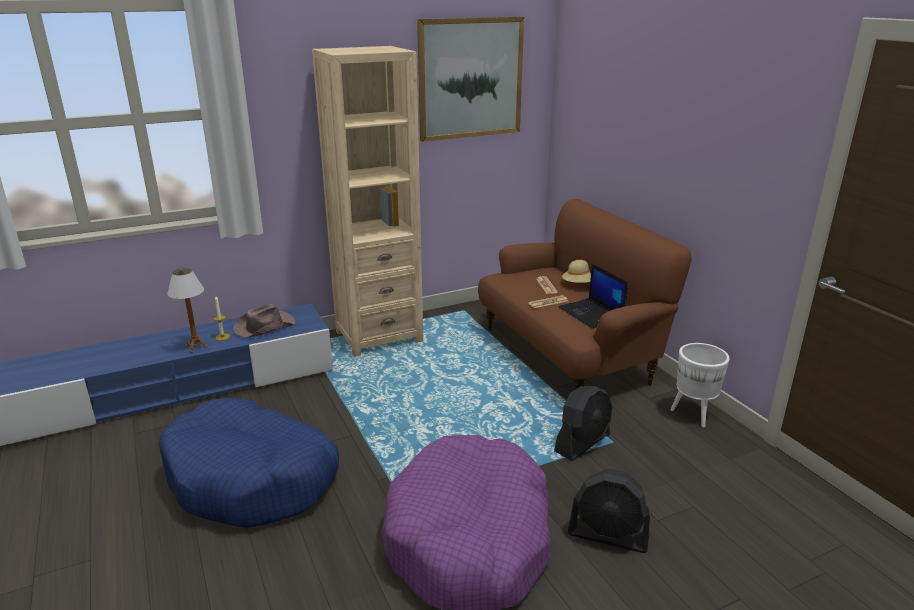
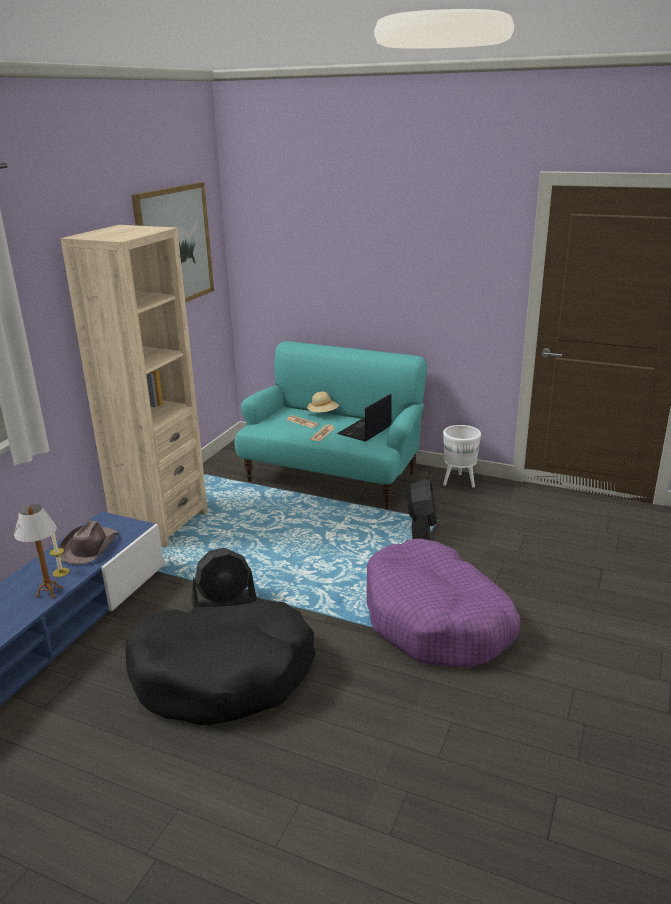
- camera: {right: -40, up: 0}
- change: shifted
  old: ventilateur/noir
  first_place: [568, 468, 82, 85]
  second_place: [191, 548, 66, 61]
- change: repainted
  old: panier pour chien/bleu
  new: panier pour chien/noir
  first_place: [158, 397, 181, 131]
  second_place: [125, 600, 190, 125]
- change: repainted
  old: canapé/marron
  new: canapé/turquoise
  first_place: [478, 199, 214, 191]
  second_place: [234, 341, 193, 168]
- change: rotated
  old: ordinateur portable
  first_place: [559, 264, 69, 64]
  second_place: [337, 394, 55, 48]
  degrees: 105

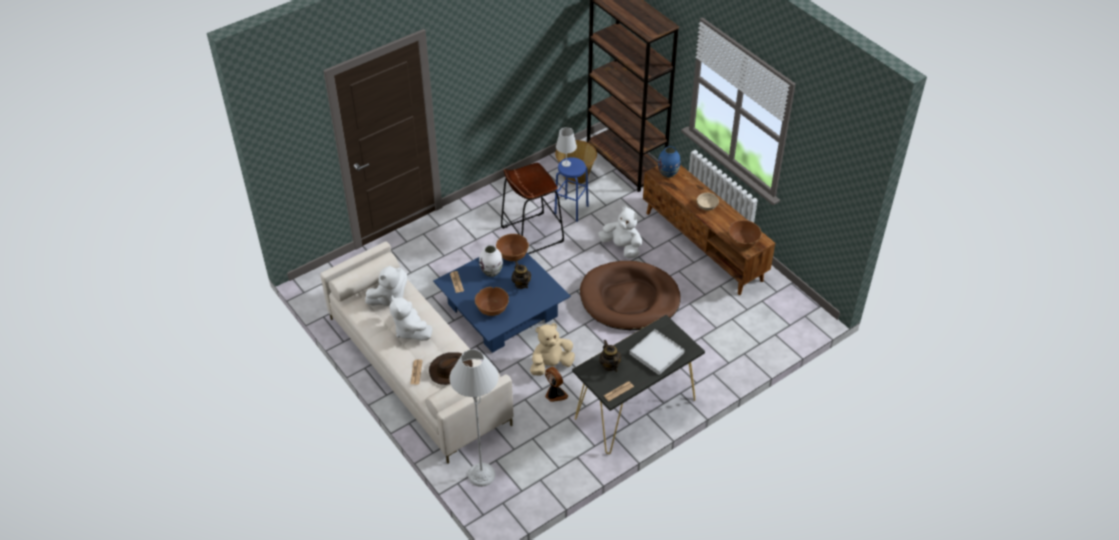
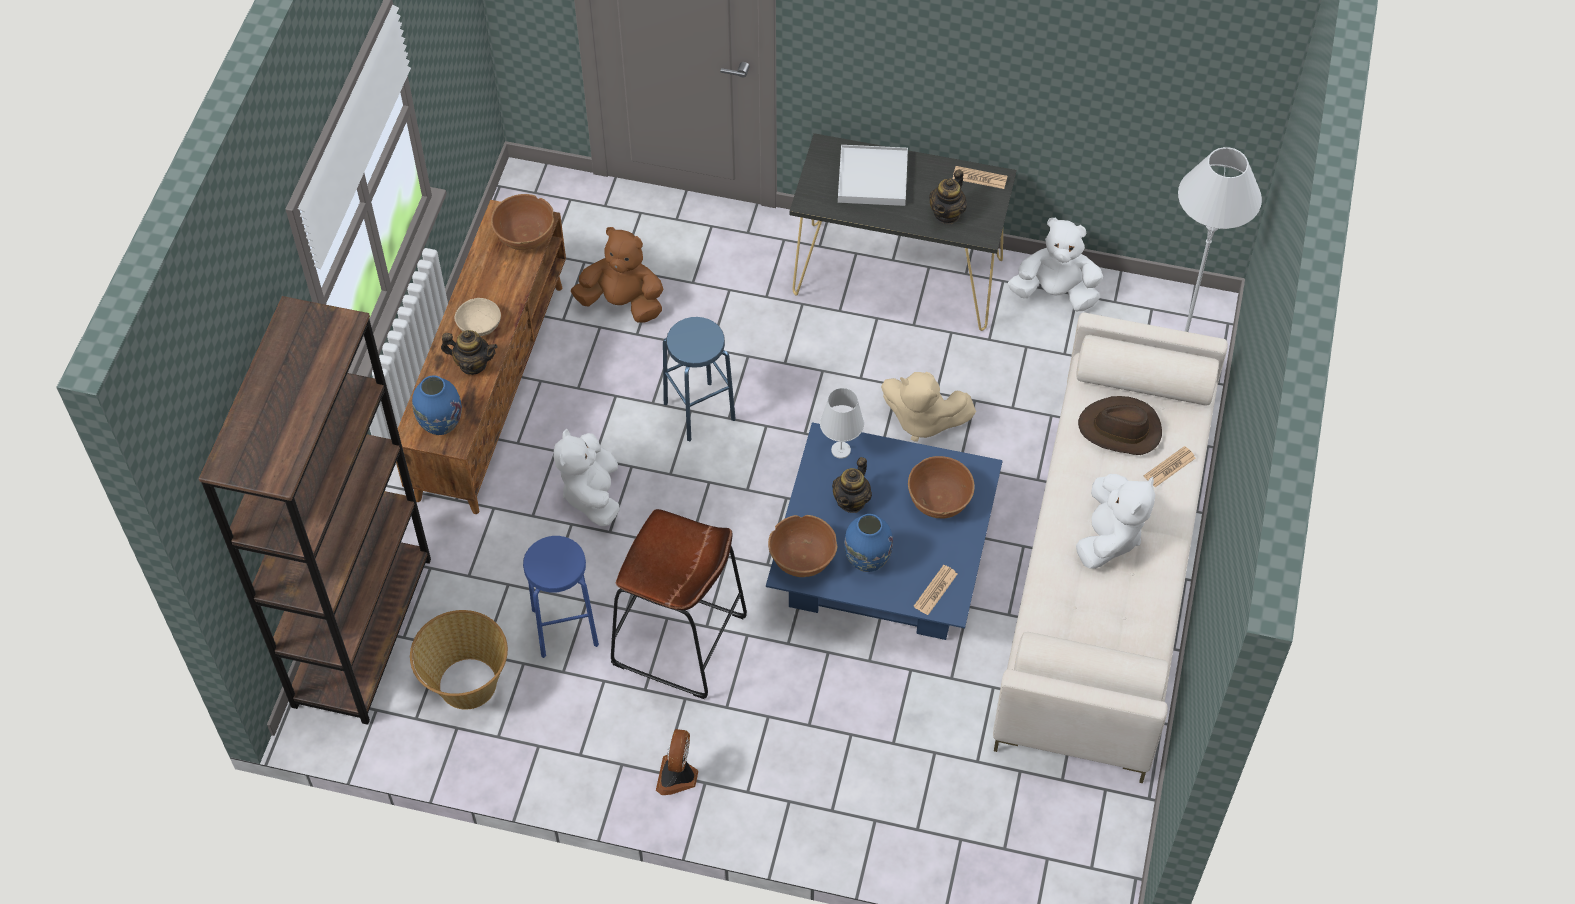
- camera: {right: -130, up: 10}
- change: new
  new: théière
  second_place: [441, 330, 57, 45]
- change: new
  new: peluche/marron
  second_place: [571, 227, 92, 95]
- change: shifted
  old: peluche/blanc
  first_place: [365, 266, 42, 40]
  second_place: [1008, 218, 95, 93]
- change: shifted
  old: ventilateur
  first_place: [545, 367, 24, 35]
  second_place: [656, 729, 42, 66]
- change: shifted
  old: lampe de table/blanc
  first_place: [556, 127, 21, 40]
  second_place: [820, 388, 44, 71]
- change: swapped
  old: panier pour chien/marron
  new: tabouret/bleu
  first_place: [580, 261, 101, 69]
  second_place: [663, 317, 73, 124]
- change: repainted
  old: vase/blanc
  new: vase/bleu
  first_place: [479, 245, 24, 32]
  second_place: [844, 514, 49, 58]

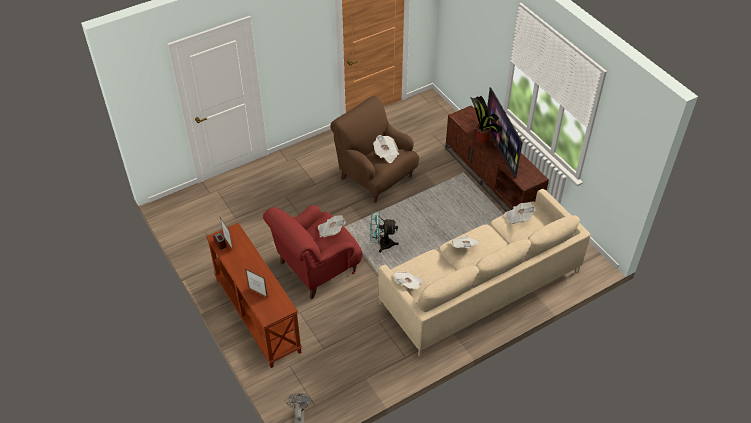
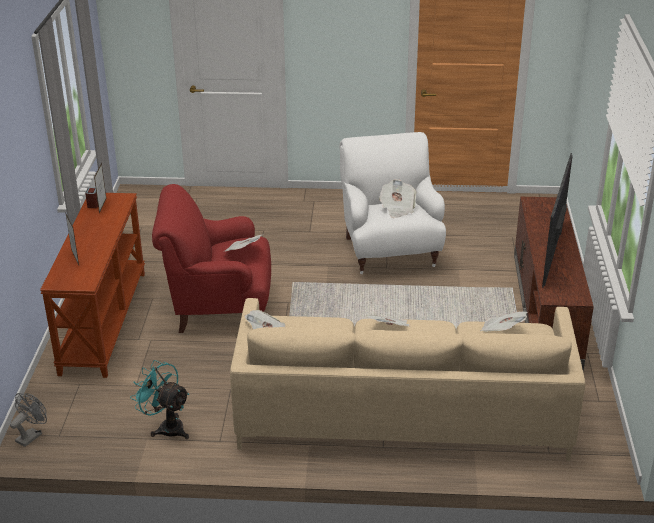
- camera: {right: 35, up: -15}
- change: gone
  old: plante en pot
  first_place: [470, 96, 32, 47]
- change: shifted
  old: ventilateur/turquoise
  first_place: [370, 212, 29, 41]
  second_place: [130, 360, 59, 79]
- change: repainted
  old: fauteuil/marron
  new: fauteuil/blanc
  first_place: [330, 96, 89, 107]
  second_place: [339, 132, 107, 142]

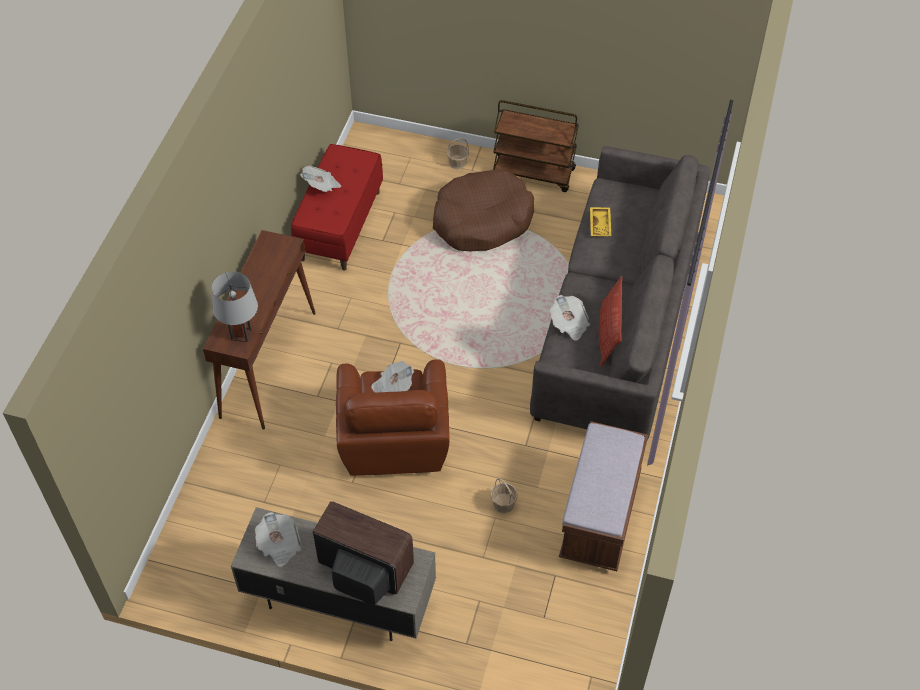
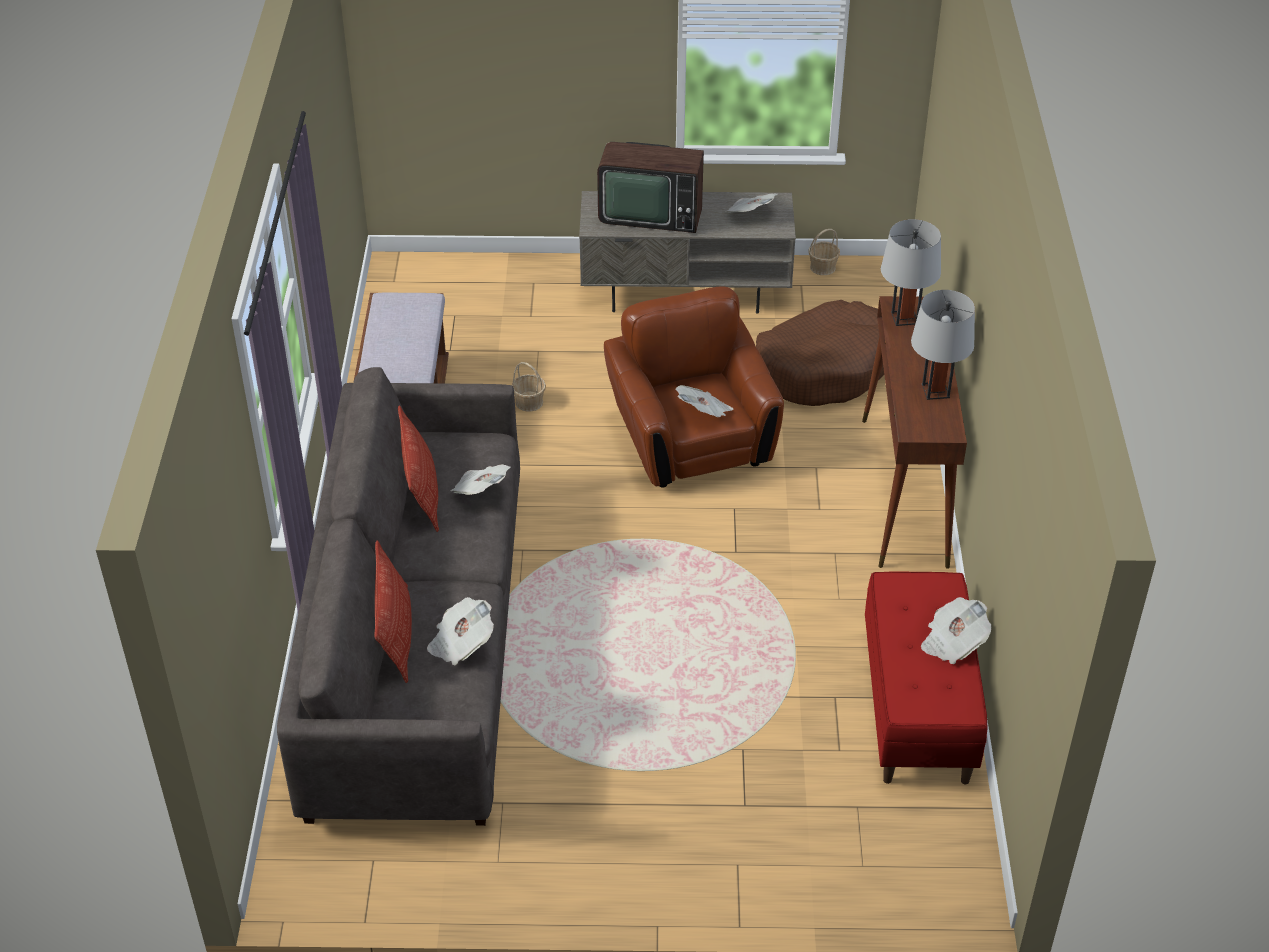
- camera: {right: 165, up: -10}
- change: gone
  old: chariot/marron
  first_place: [493, 100, 86, 92]
- change: new
  new: coussin
  second_place: [374, 541, 38, 142]
- change: new
  new: lampe de table/gris
  second_place: [911, 290, 64, 110]
- change: shifted
  old: panier pour chien/marron
  first_place: [433, 169, 101, 82]
  second_place: [756, 300, 128, 106]
- change: shifted
  old: panier
  first_place: [447, 138, 22, 31]
  second_place: [808, 229, 32, 46]
- change: swapped
  old: plateau/jaune
  new: journal
  first_place: [590, 207, 21, 29]
  second_place: [427, 597, 67, 68]

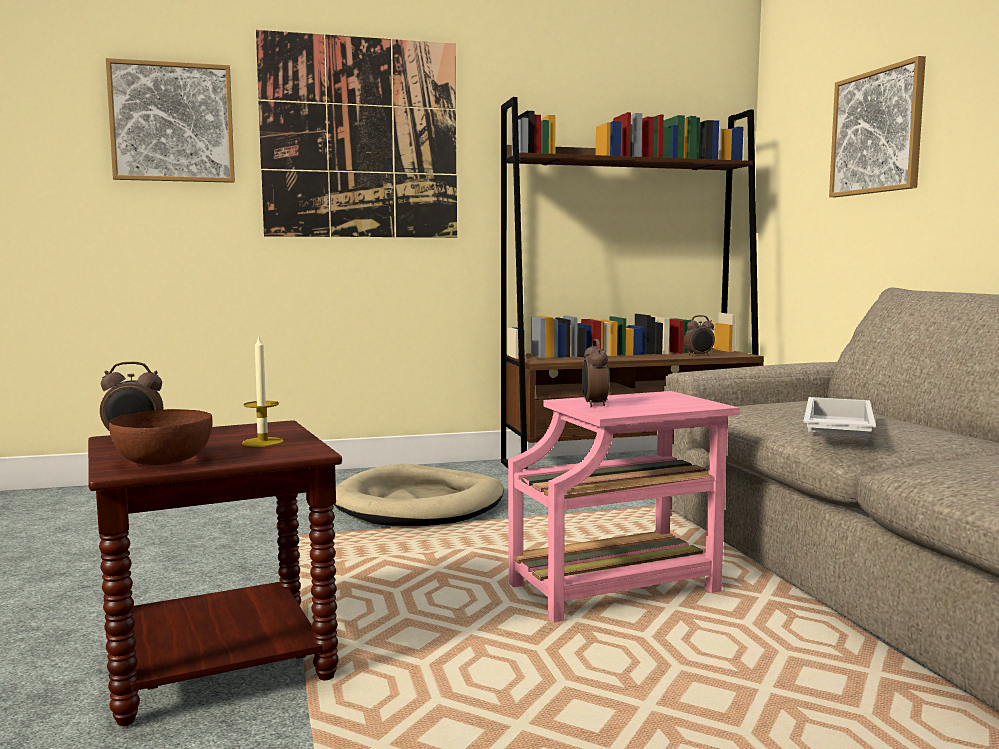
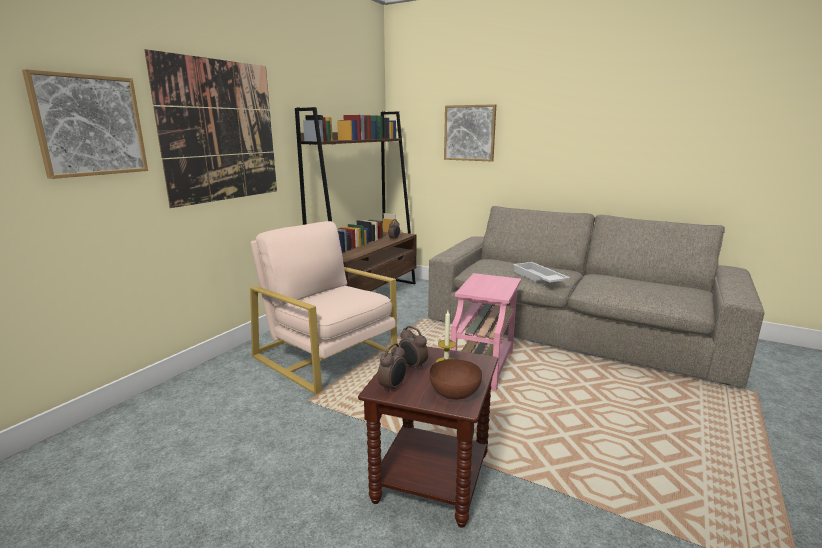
- camera: {right: -45, up: 10}
- change: shifted
  old: réveil
  first_place: [582, 339, 27, 68]
  second_place: [398, 326, 30, 46]
- change: swapped
  old: panier pour chien/beige
  new: fauteuil/beige
  first_place: [334, 464, 170, 62]
  second_place: [250, 221, 147, 174]

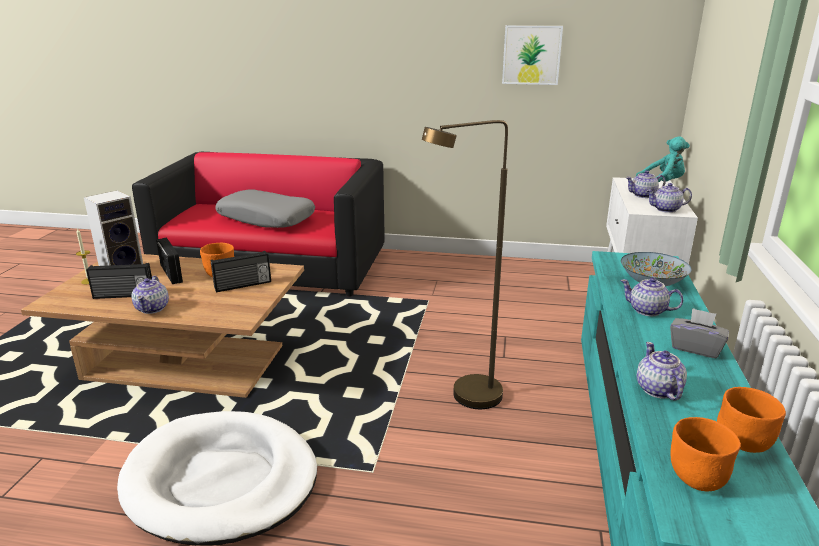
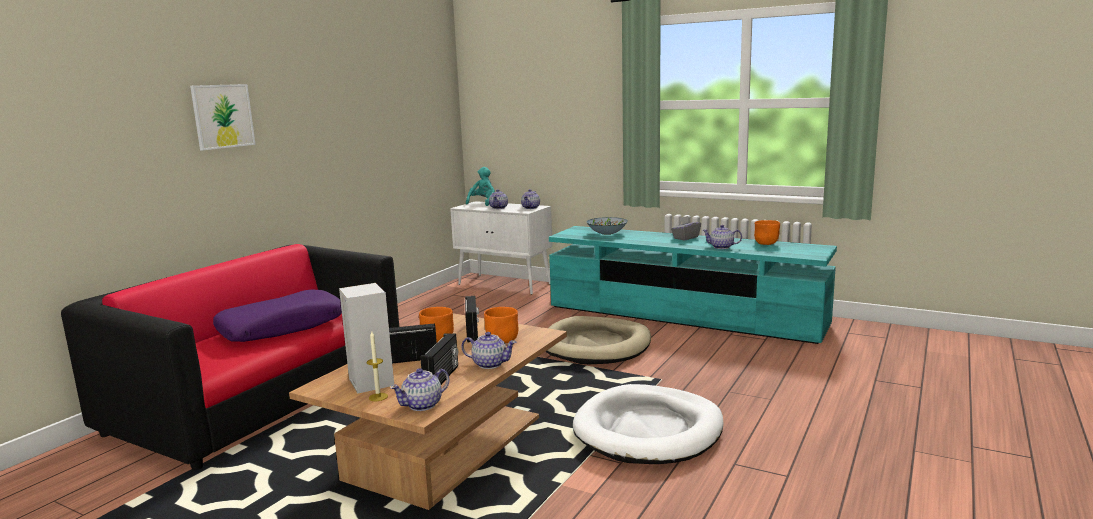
- camera: {right: -70, up: -10}
- change: shifted
  old: tableau
  first_place: [502, 25, 61, 60]
  second_place: [190, 84, 66, 67]
- change: shifted
  old: théière
  first_place: [620, 278, 63, 38]
  second_place: [390, 368, 60, 43]
- change: shifted
  old: bol/orange
  first_place: [671, 417, 69, 74]
  second_place: [484, 307, 34, 36]
- change: swapped
  old: lampadaire/marron
  new: panier pour chien/beige
  first_place: [422, 120, 86, 289]
  second_place: [546, 316, 105, 48]
- change: repainted
  old: coussin/gris
  new: coussin/violet
  first_place: [215, 189, 100, 39]
  second_place: [213, 290, 129, 52]

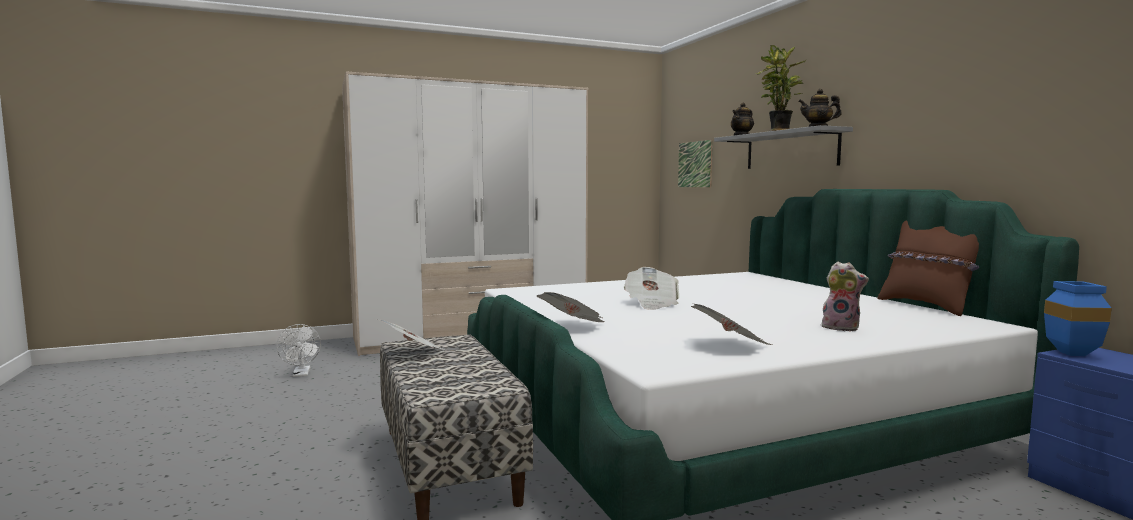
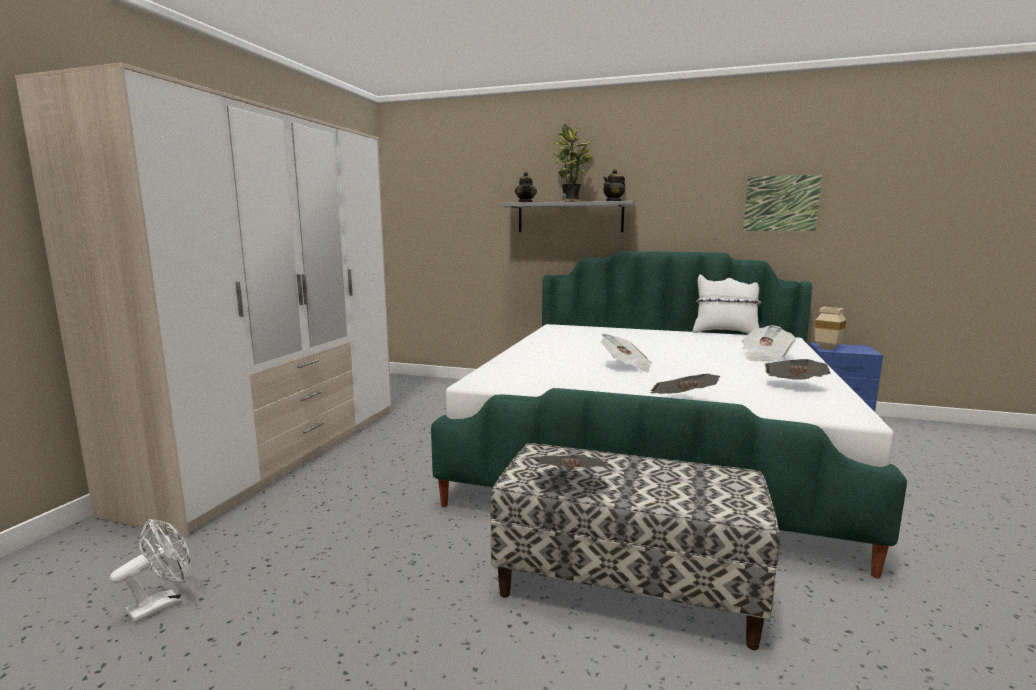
- camera: {right: -50, up: 5}
- change: shifted
  old: tableau
  first_place: [678, 140, 35, 47]
  second_place: [743, 175, 79, 56]
- change: swapped
  old: peluche
  new: journal
  first_place: [820, 262, 49, 69]
  second_place: [742, 325, 54, 37]
- change: repainted
  old: coussin/marron
  new: coussin/blanc
  first_place: [877, 220, 102, 96]
  second_place: [692, 274, 70, 60]
- change: repainted
  old: vase/bleu
  new: vase/beige
  first_place: [1044, 281, 68, 75]
  second_place: [814, 307, 32, 43]
- change: rotated
  old: ventilateur/blanc
  first_place: [276, 324, 45, 53]
  second_place: [110, 519, 80, 104]
  degrees: -75

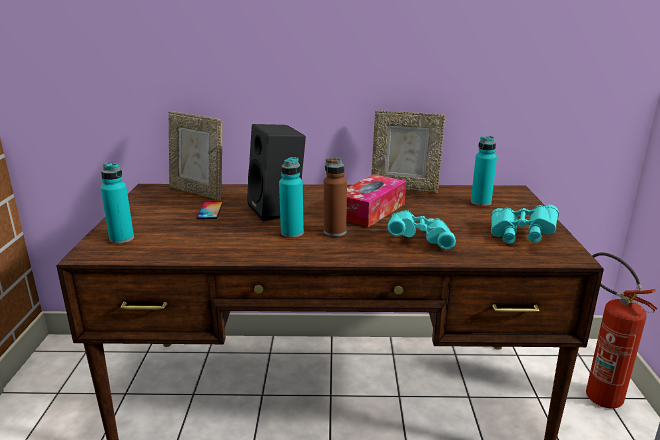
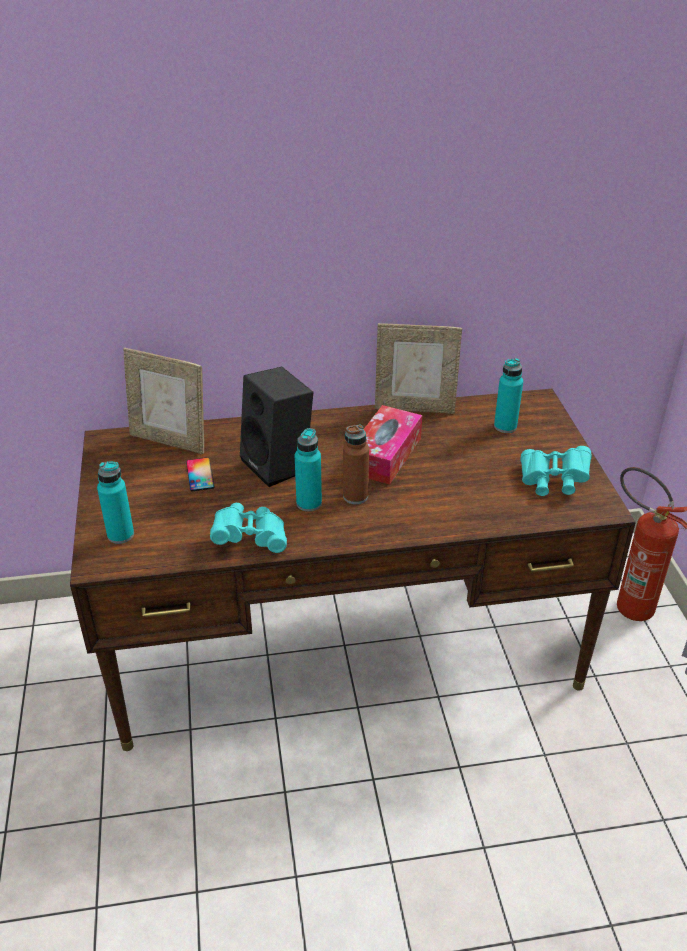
- camera: {right: -10, up: 15}
- change: shifted
  old: jumelles/turquoise
  first_place: [388, 210, 68, 40]
  second_place: [210, 503, 77, 50]

